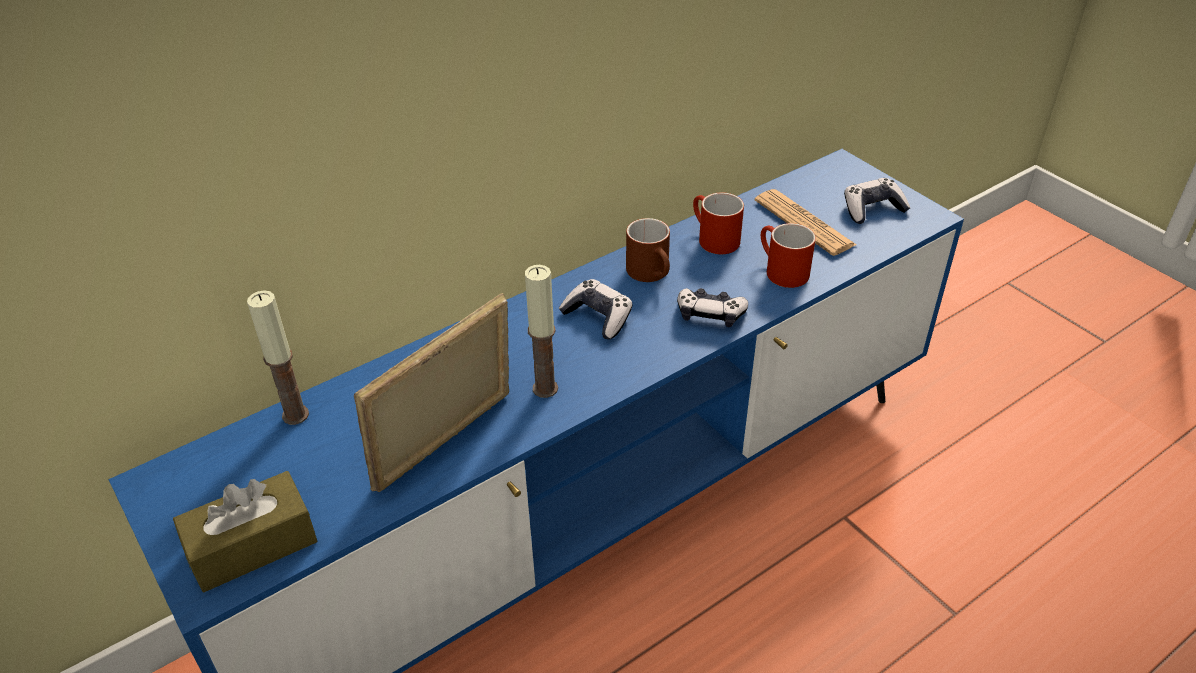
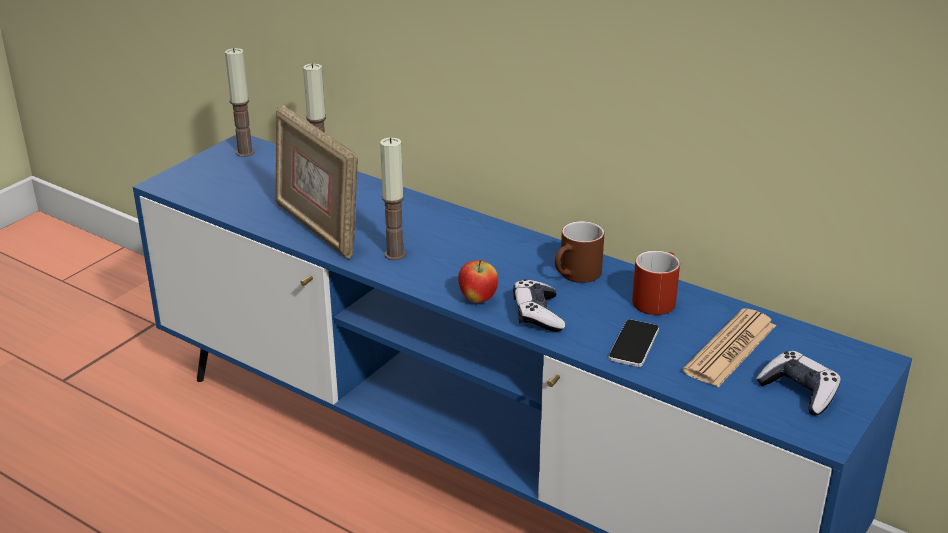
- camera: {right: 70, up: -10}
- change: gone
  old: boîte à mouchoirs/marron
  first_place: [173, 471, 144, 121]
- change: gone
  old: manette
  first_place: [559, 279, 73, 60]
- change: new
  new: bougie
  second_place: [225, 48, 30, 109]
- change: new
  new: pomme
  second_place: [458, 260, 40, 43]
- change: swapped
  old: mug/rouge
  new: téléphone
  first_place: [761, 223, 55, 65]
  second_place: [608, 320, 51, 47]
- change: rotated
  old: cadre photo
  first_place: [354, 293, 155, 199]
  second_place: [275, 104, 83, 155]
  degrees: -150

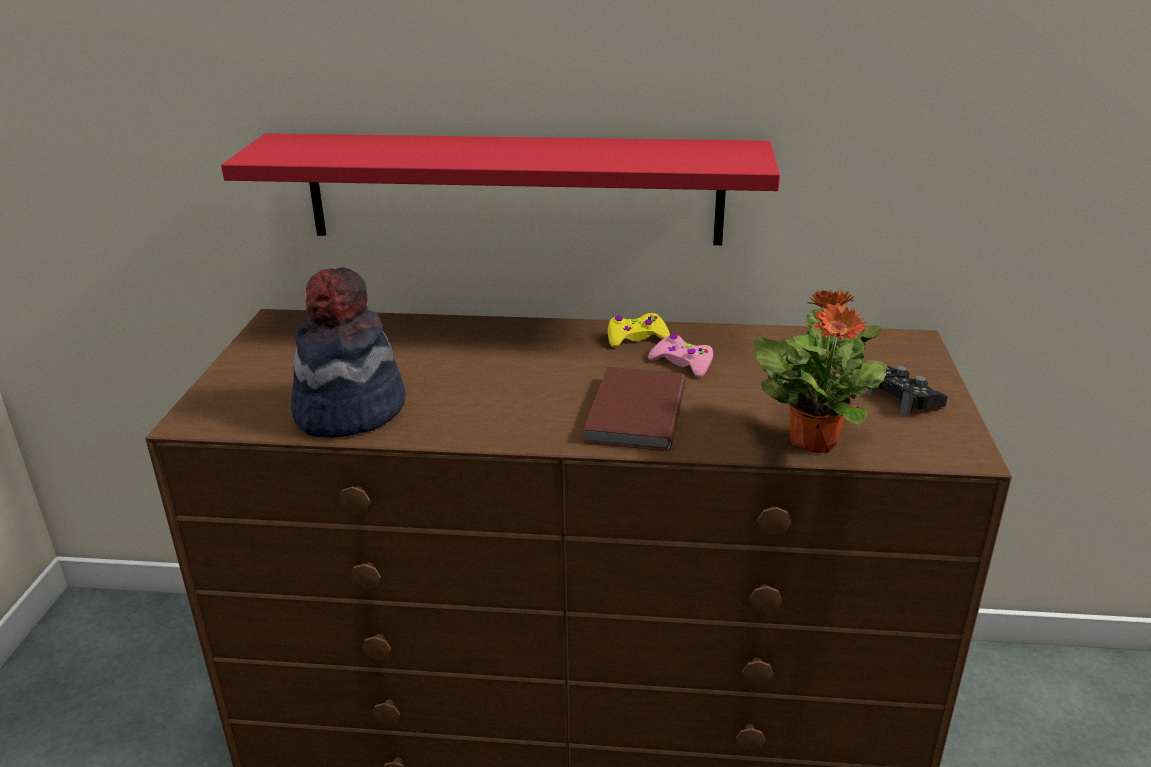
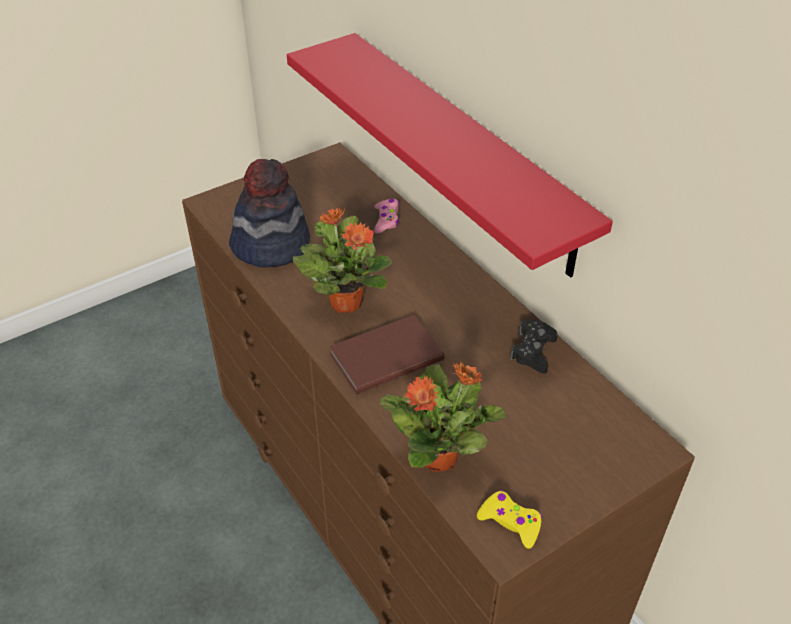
- camera: {right: 50, up: 15}
- change: new
  new: plante en pot
  second_place: [293, 208, 99, 105]
- change: shifted
  old: manette/jaune
  first_place: [608, 313, 62, 34]
  second_place: [477, 491, 65, 58]
- change: shifted
  old: manette/rose
  first_place: [648, 334, 66, 44]
  second_place: [374, 199, 25, 34]
- change: shifted
  old: manette/noir
  first_place: [866, 366, 82, 50]
  second_place: [510, 319, 48, 55]

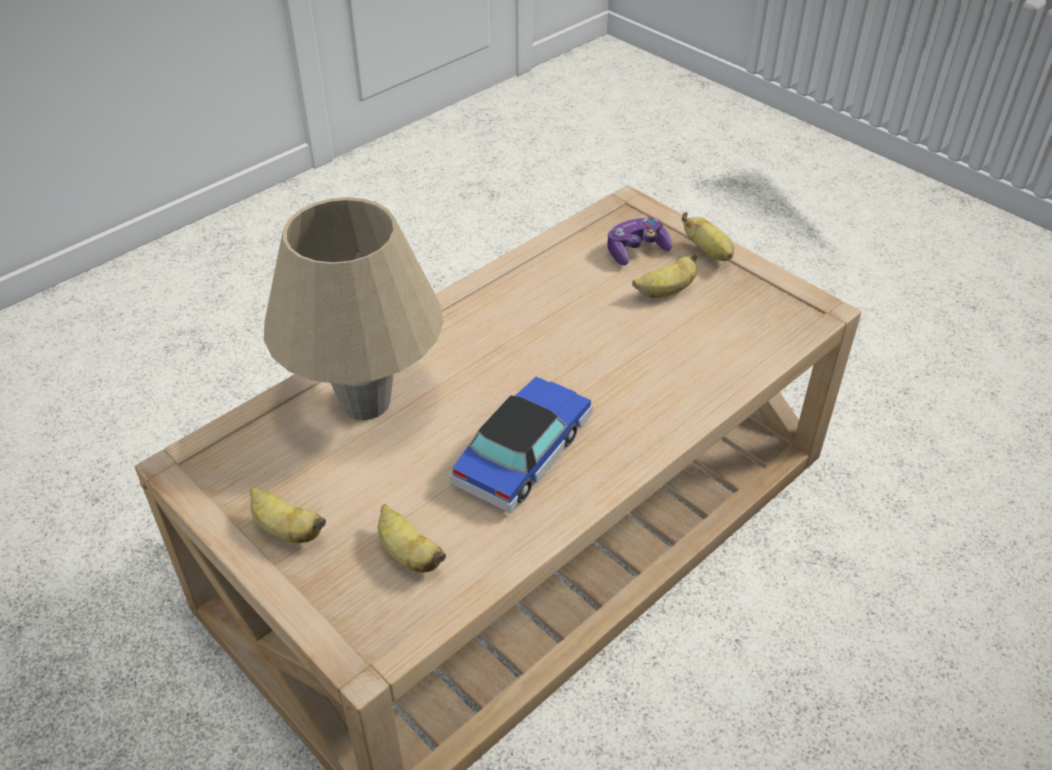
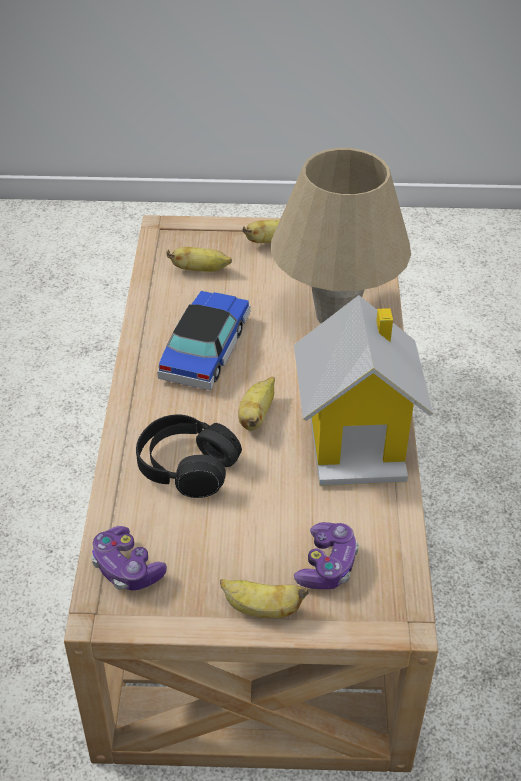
- camera: {right: 135, up: 0}
- change: new
  new: manette
  second_place: [91, 526, 76, 65]
- change: new
  new: casque audio/noir
  second_place: [136, 414, 106, 84]
- change: new
  new: maison miniature
  second_place: [294, 295, 139, 191]
- change: shifted
  old: banane
  first_place: [632, 253, 66, 45]
  second_place: [238, 377, 37, 54]
- change: rotated
  old: petite voiture
  first_place: [450, 376, 143, 138]
  second_place: [157, 291, 93, 99]
  degrees: -150

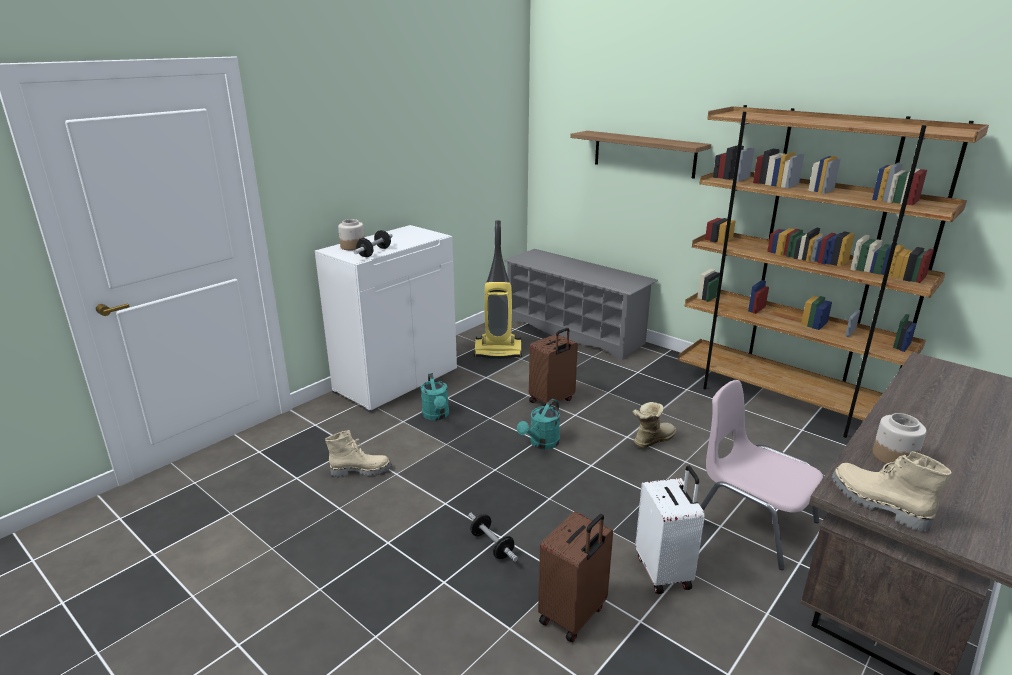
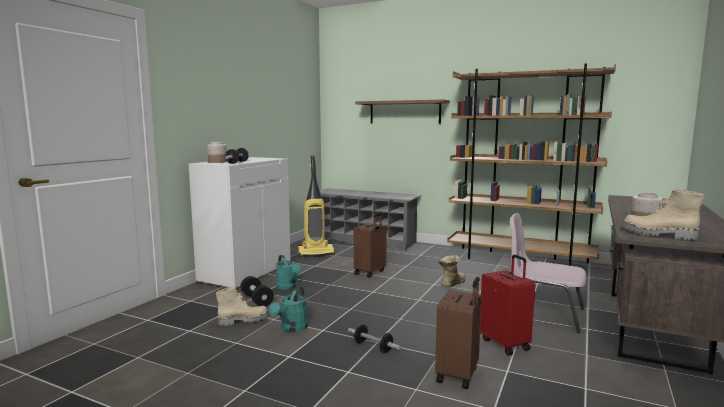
- camera: {right: -15, up: -15}
- change: new
  new: haltère/noir
  second_place: [240, 276, 34, 31]
- change: shifted
  old: arrosoir/turquoise
  first_place: [517, 399, 43, 50]
  second_place: [269, 287, 39, 45]
- change: repainted
  old: valise/blanc
  new: valise/rouge
  first_place: [635, 466, 70, 128]
  second_place: [480, 255, 55, 101]

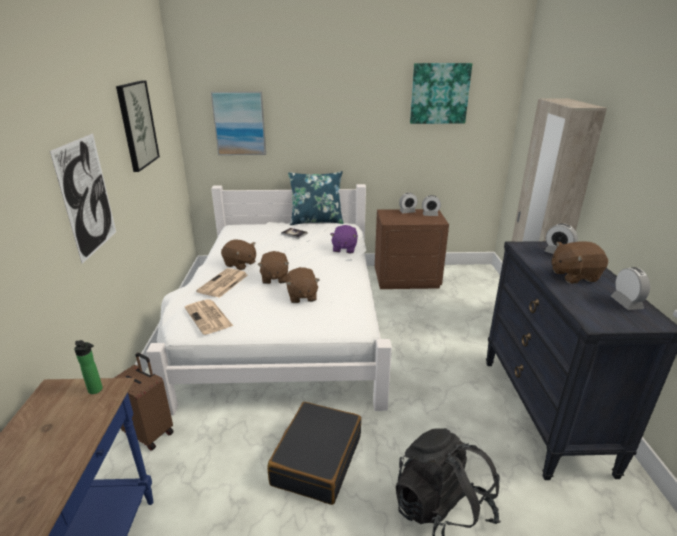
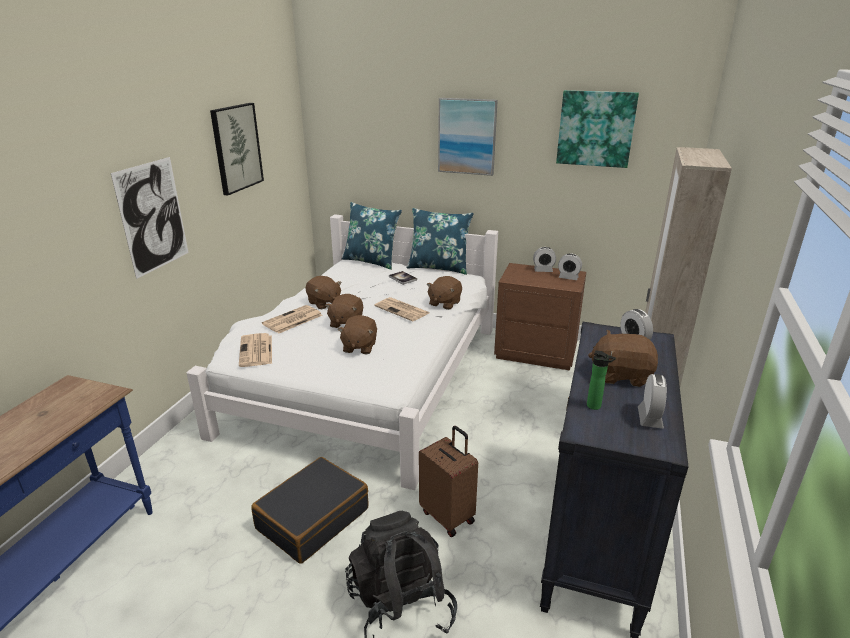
- camera: {right: 20, up: 0}
- change: new
  new: coussin/bleu
  second_place: [341, 202, 61, 68]
- change: new
  new: journal
  second_place: [374, 297, 55, 24]
- change: shifted
  old: bouteille
  first_place: [74, 340, 29, 54]
  second_place: [587, 351, 29, 59]
- change: shifted
  old: valise/marron
  first_place: [114, 353, 60, 98]
  second_place: [419, 426, 59, 111]
- change: shifted
  old: tableau
  first_place: [211, 92, 55, 63]
  second_place: [438, 98, 60, 78]
- change: repainted
  old: peluche/violet
  new: peluche/marron
  first_place: [330, 225, 28, 28]
  second_place: [427, 276, 35, 34]

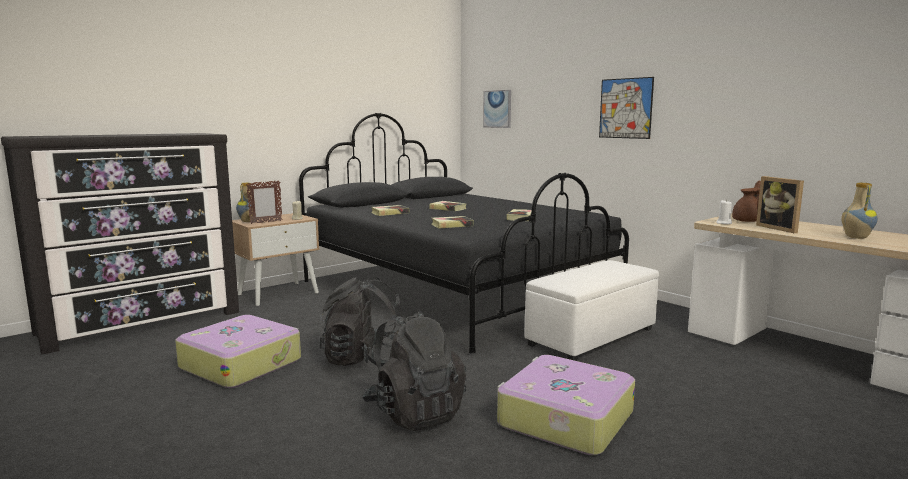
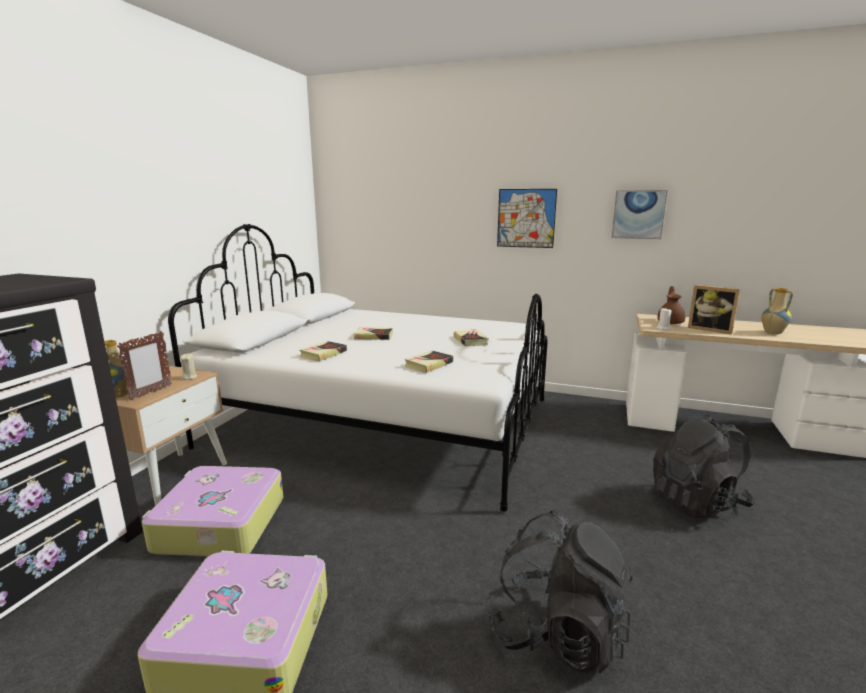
- camera: {right: -30, up: 5}
- change: gone
  old: pouf/blanc
  first_place: [524, 260, 135, 101]
- change: shifted
  old: sac à dos/noir
  first_place: [320, 277, 82, 89]
  second_place: [653, 415, 101, 103]
- change: shifted
  old: tableau
  first_place: [483, 90, 28, 38]
  second_place: [612, 190, 56, 49]
- change: shifted
  old: valise
  first_place: [497, 355, 138, 100]
  second_place: [142, 466, 141, 90]
- change: repainted
  old: lit/noir
  new: lit/blanc
  first_place: [299, 113, 330, 241]
  second_place: [168, 224, 379, 288]

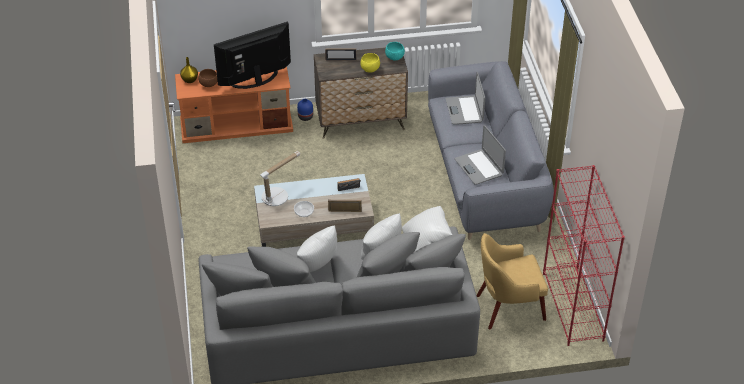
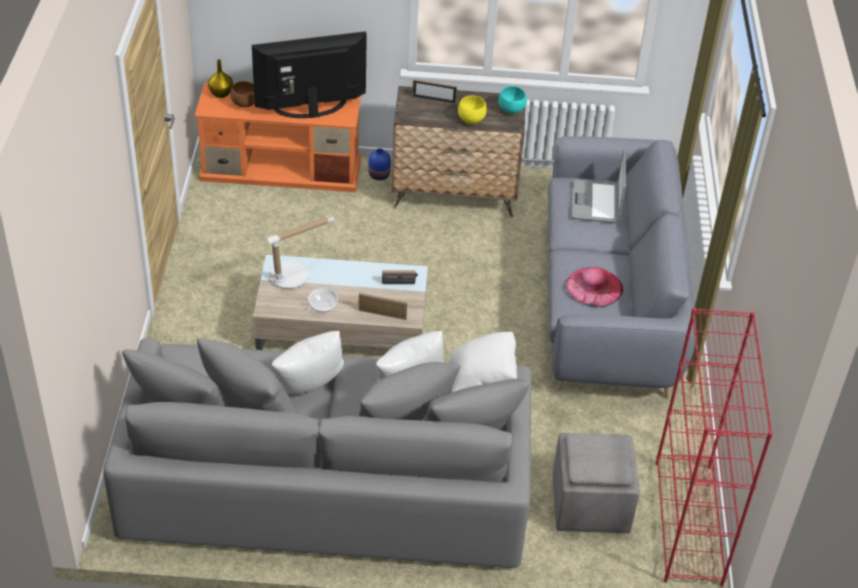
- camera: {right: 10, up: 0}
- change: swapped
  old: ordinateur portable
  new: chapeau/rose
  first_place: [455, 125, 51, 60]
  second_place: [566, 267, 57, 40]
- change: swapped
  old: fauteuil/jaune
  new: pouf/gris
  first_place: [477, 233, 71, 96]
  second_place: [552, 433, 88, 100]

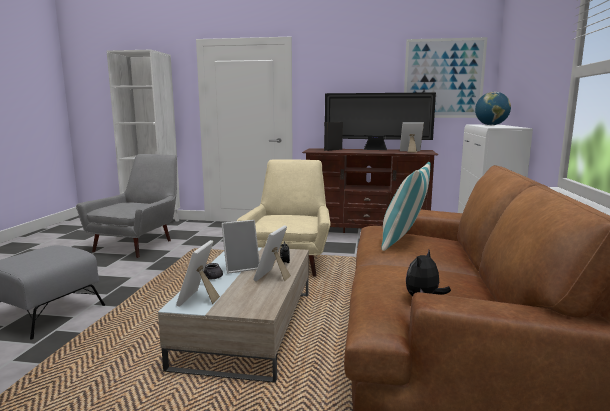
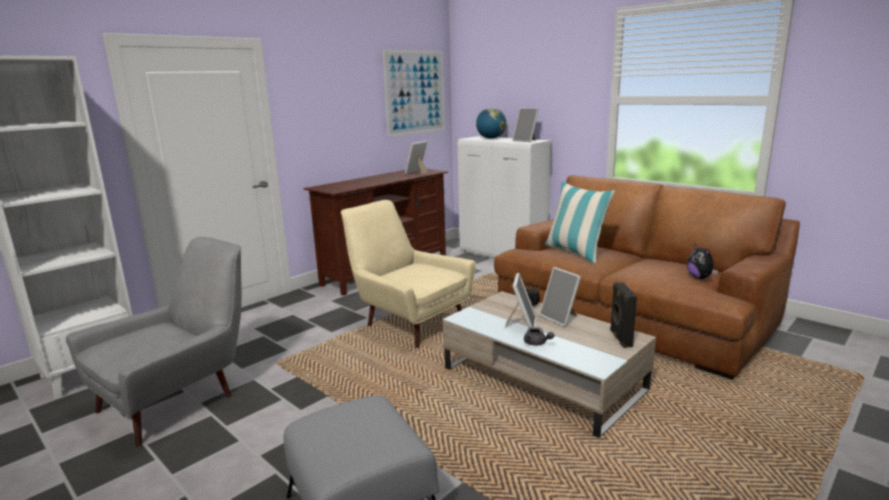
- camera: {right: -55, up: 5}
- change: gone
  old: téléviseur
  first_place: [325, 92, 111, 58]
- change: shifted
  old: cadre photo
  first_place: [176, 240, 44, 67]
  second_place: [512, 108, 27, 34]
- change: shifted
  old: enceinte/noir
  first_place: [324, 122, 19, 29]
  second_place: [610, 282, 27, 66]
- change: rotated
  old: fauteuil/gris
  first_place: [76, 154, 101, 104]
  second_place: [66, 237, 176, 210]
  degrees: 75

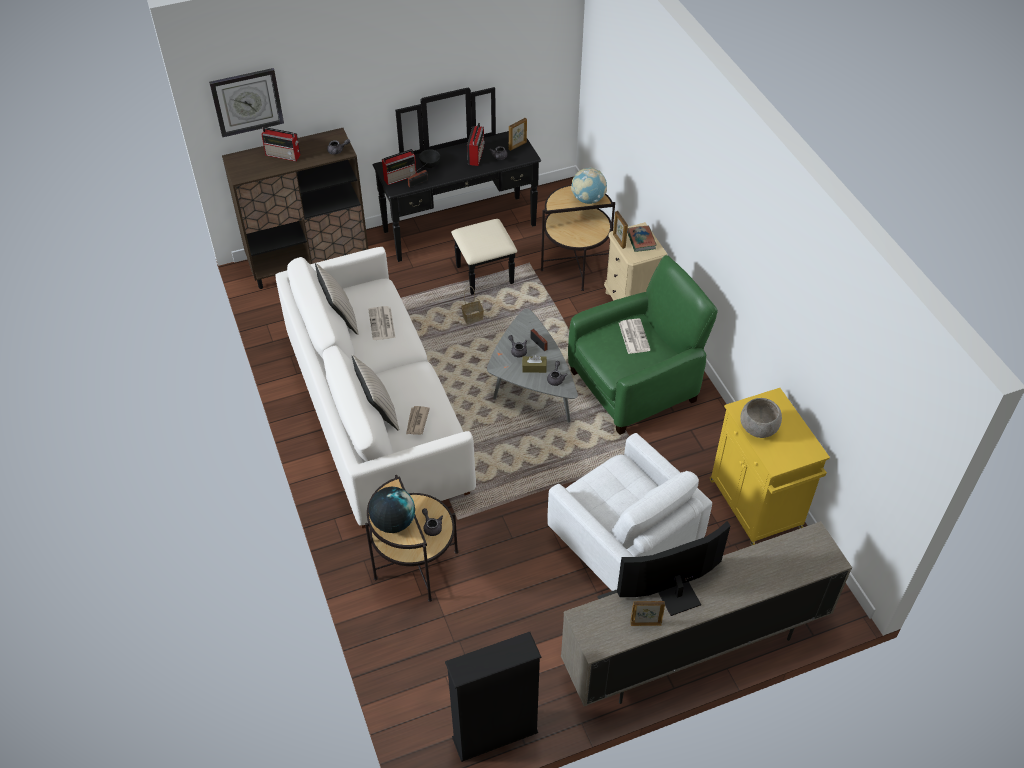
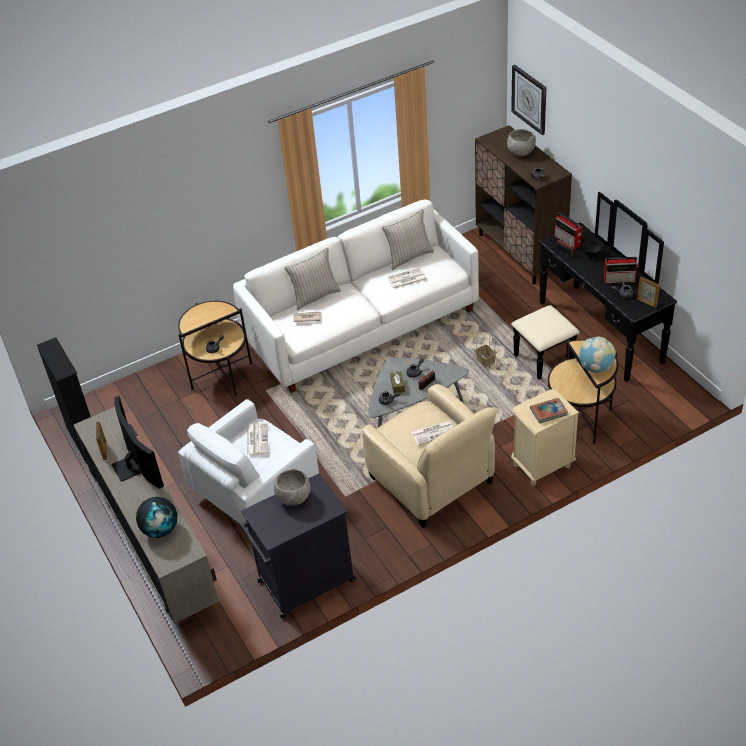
- camera: {right: 85, up: -5}
- change: gone
  old: cadre photo
  first_place: [613, 211, 15, 38]
- change: new
  new: journal
  second_place: [247, 422, 21, 33]
- change: shifted
  old: globe
  first_place: [369, 487, 46, 46]
  second_place: [136, 497, 41, 41]
- change: swapped
  old: radio
  new: bol/gris
  first_place: [261, 127, 39, 34]
  second_place: [507, 129, 29, 27]
- change: repainted
  old: fauteuil/vert
  new: fauteuil/beige
  first_place: [568, 255, 150, 180]
  second_place: [362, 384, 134, 144]
- change: repainted
  old: meuble de rangement/jaune
  new: meuble de rangement/noir
  first_place: [710, 388, 120, 158]
  second_place: [241, 473, 115, 145]

